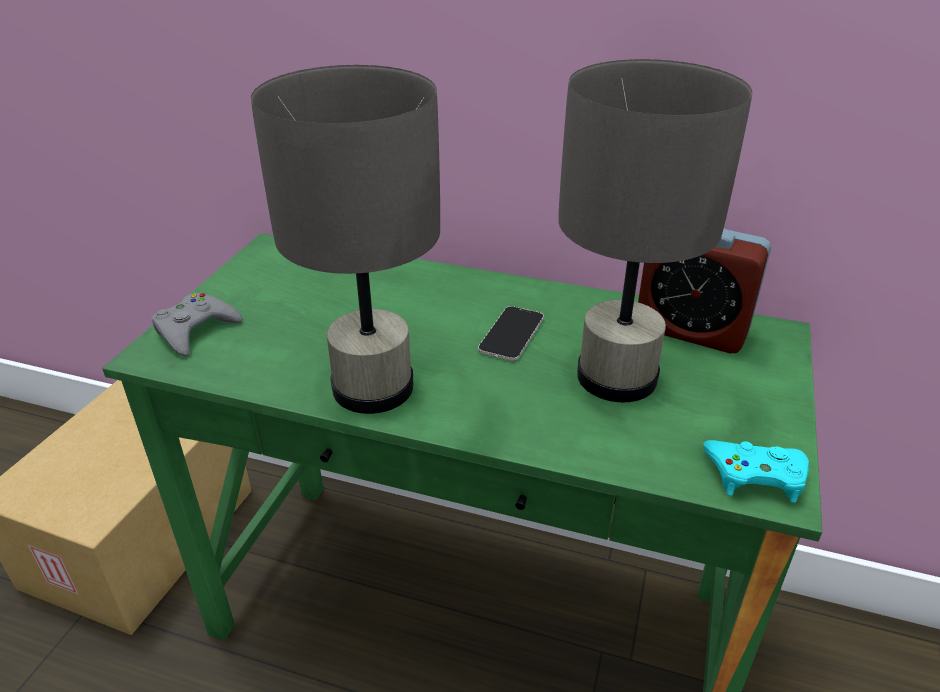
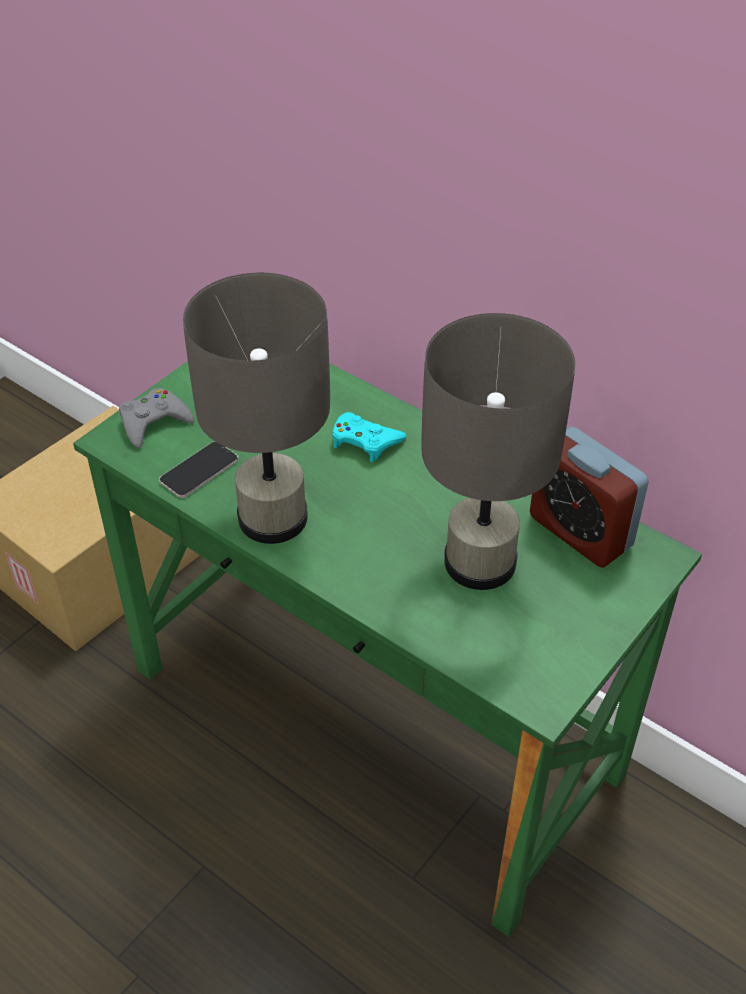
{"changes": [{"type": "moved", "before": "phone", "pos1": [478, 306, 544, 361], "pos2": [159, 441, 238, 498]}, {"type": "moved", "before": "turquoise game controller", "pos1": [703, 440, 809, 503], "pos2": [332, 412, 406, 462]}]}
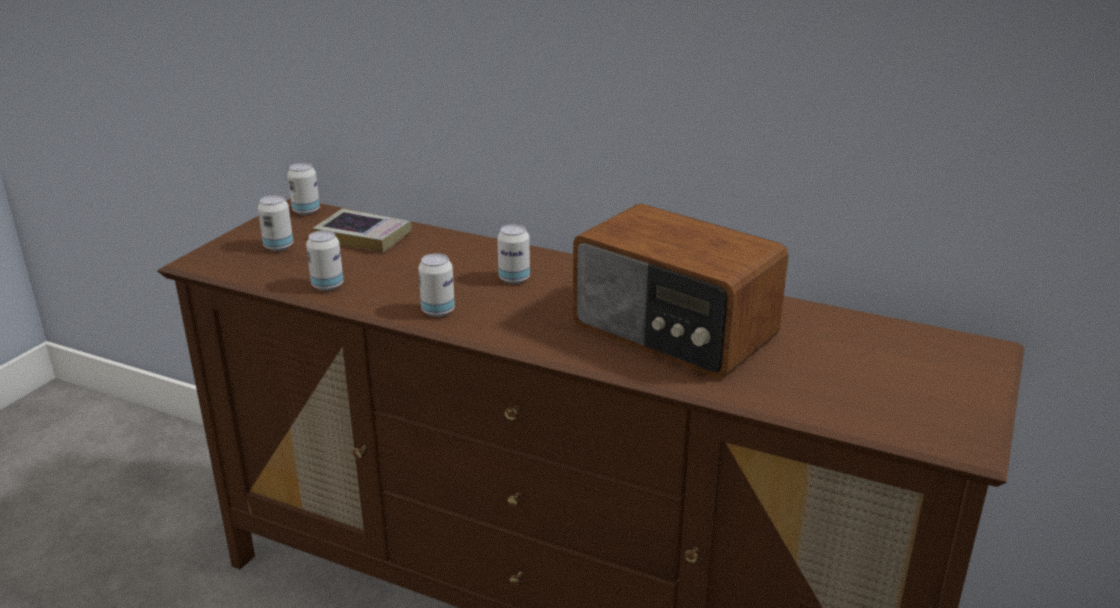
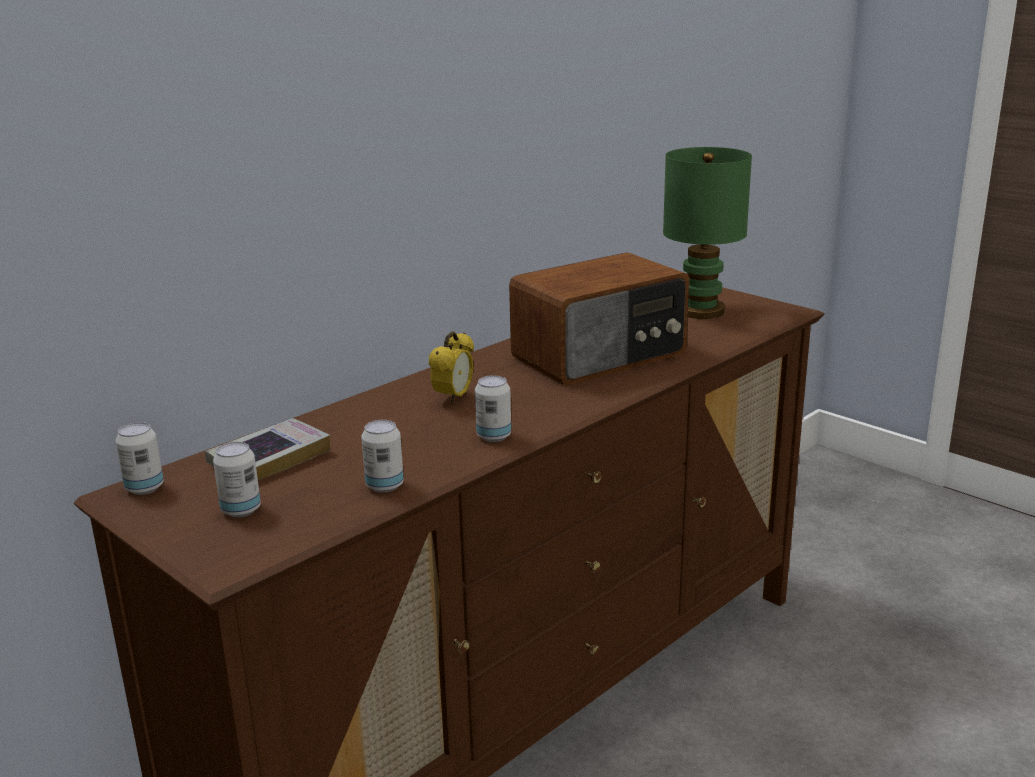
{"changes": [{"type": "replaced", "before": "can", "after": "alarm clock", "pos1": [497, 224, 530, 284], "pos2": [429, 331, 474, 405]}, {"type": "added", "after": "green table lamp", "pos2": [663, 147, 752, 319]}]}
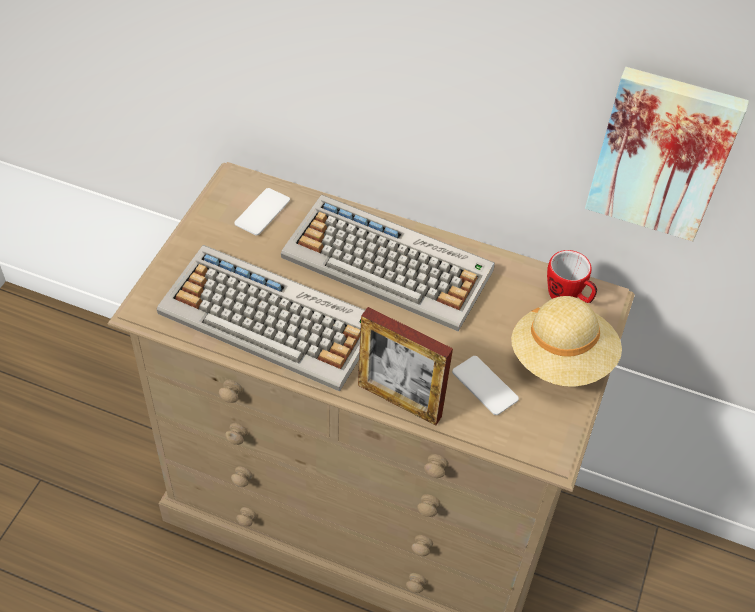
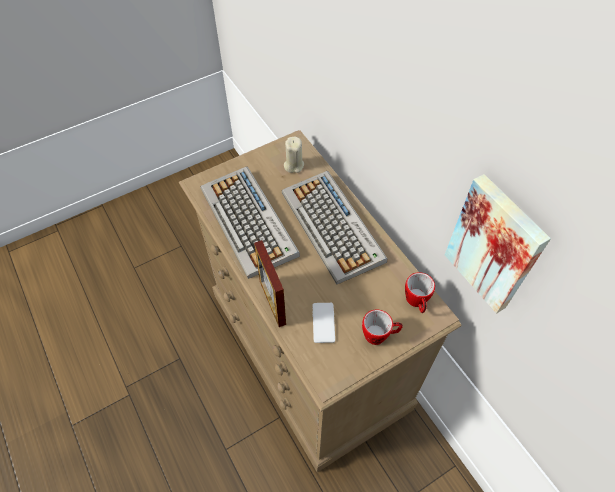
{"changes": [{"type": "replaced", "before": "phone", "after": "beige candle", "pos1": [235, 188, 290, 235], "pos2": [284, 137, 304, 173]}, {"type": "replaced", "before": "beige hat", "after": "mug", "pos1": [511, 296, 622, 387], "pos2": [362, 309, 403, 345]}]}
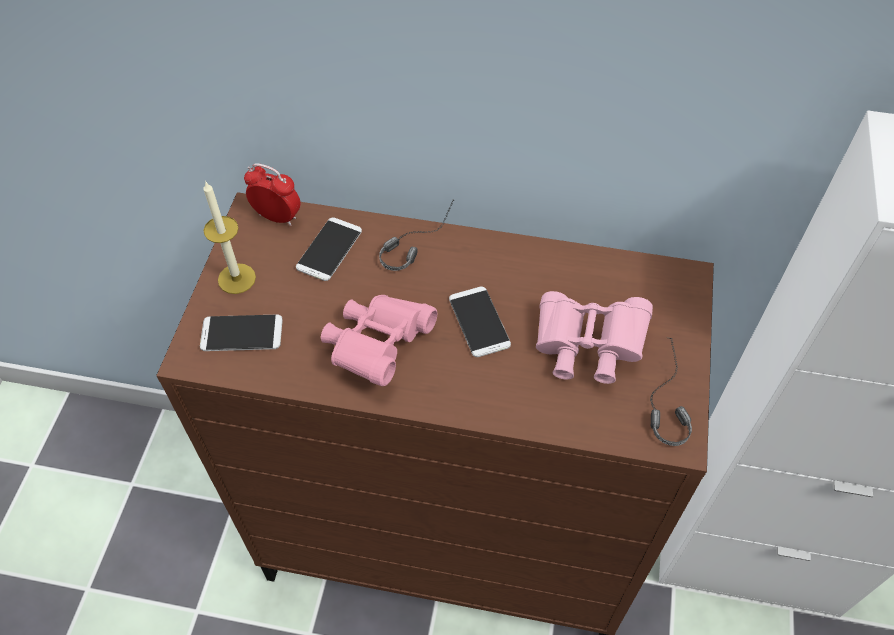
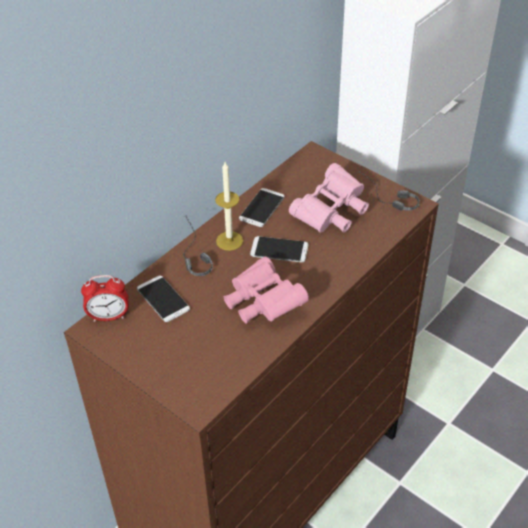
{"changes": [{"type": "turned", "before": "alarm clock", "pos1": [244, 163, 301, 226], "pos2": [81, 275, 129, 322], "turn": -150}, {"type": "moved", "before": "candle", "pos1": [203, 181, 256, 294], "pos2": [215, 162, 243, 251]}, {"type": "moved", "before": "phone", "pos1": [200, 314, 283, 351], "pos2": [239, 188, 285, 227]}]}
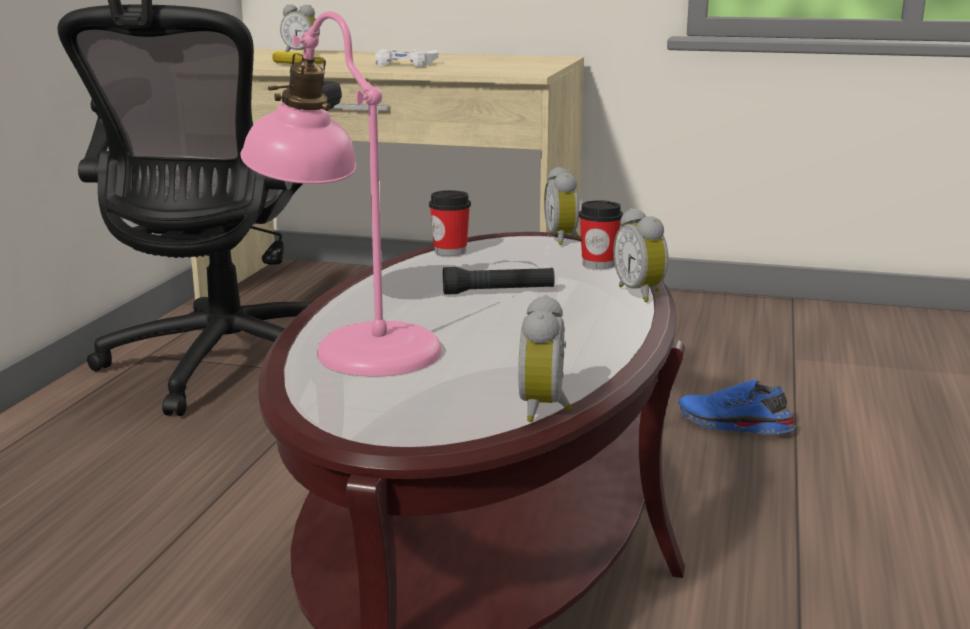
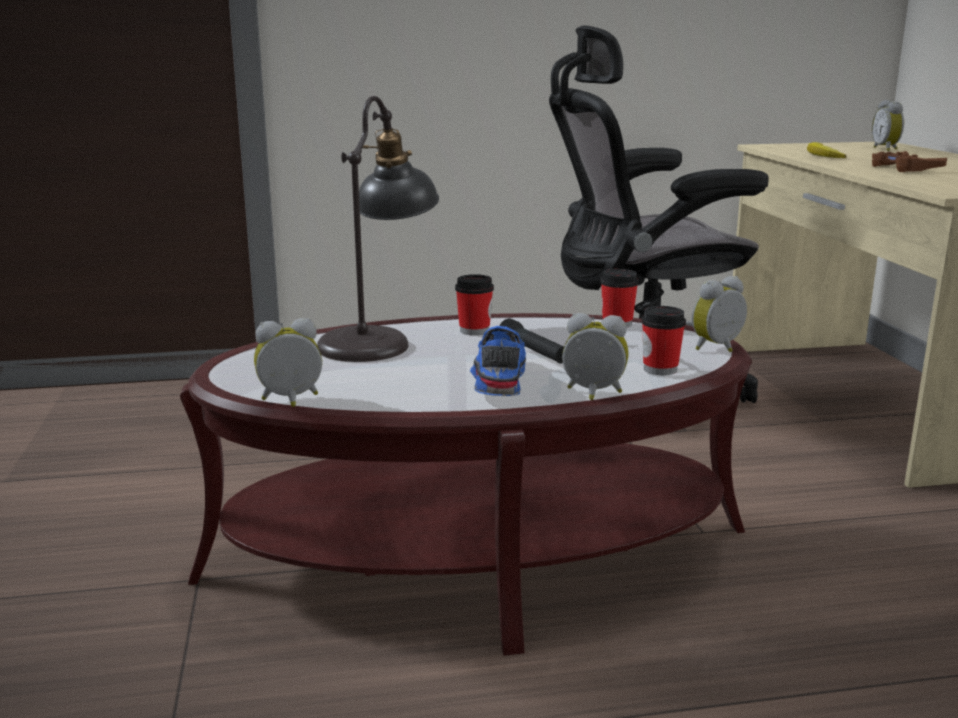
{"changes": [{"type": "recoloured", "before": "pink table lamp", "after": "grey table lamp", "pos1": [241, 11, 442, 376], "pos2": [317, 96, 439, 362]}, {"type": "recoloured", "before": "white game controller", "after": "brown game controller", "pos1": [375, 49, 439, 67], "pos2": [872, 151, 947, 172]}, {"type": "turned", "before": "alarm clock", "pos1": [613, 208, 668, 302], "pos2": [562, 313, 629, 400], "turn": 60}, {"type": "moved", "before": "blue shoe", "pos1": [679, 379, 795, 434], "pos2": [470, 326, 526, 396]}, {"type": "added", "after": "cup", "pos2": [455, 274, 494, 335]}]}
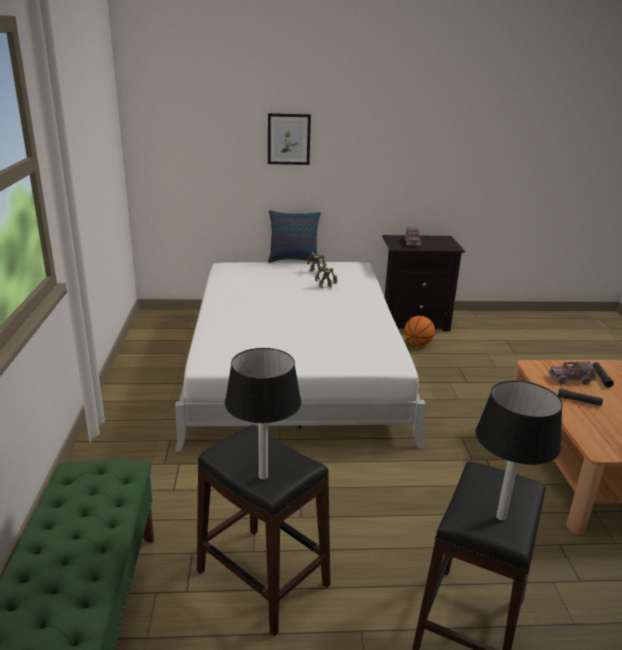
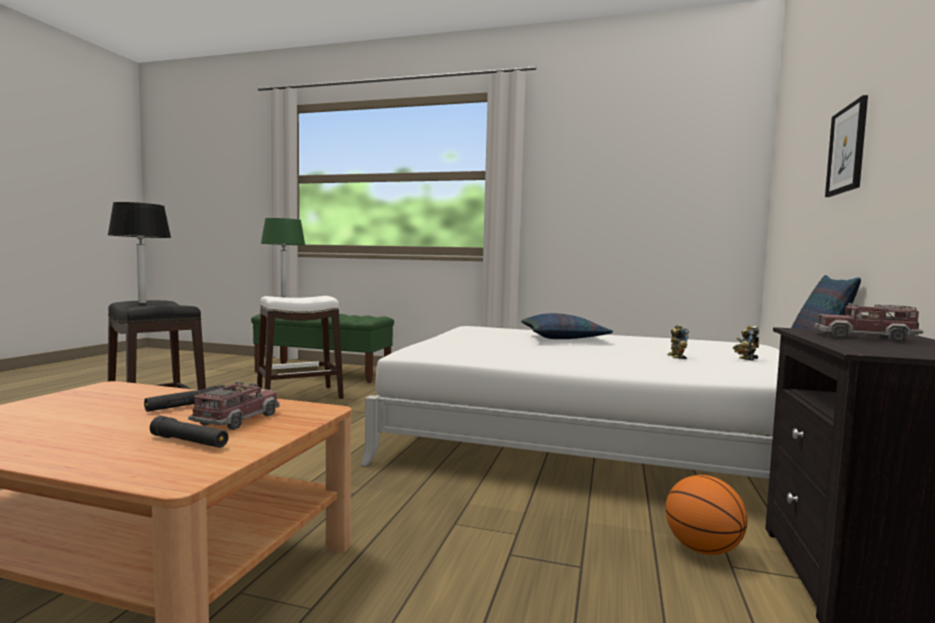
{"changes": [{"type": "recoloured", "before": "black table lamp", "after": "green table lamp", "pos1": [225, 348, 301, 480], "pos2": [261, 218, 305, 297]}, {"type": "recoloured", "before": "black stool", "after": "white stool", "pos1": [197, 425, 330, 636], "pos2": [257, 296, 344, 399]}, {"type": "added", "after": "blue pillow", "pos2": [521, 313, 613, 339]}]}
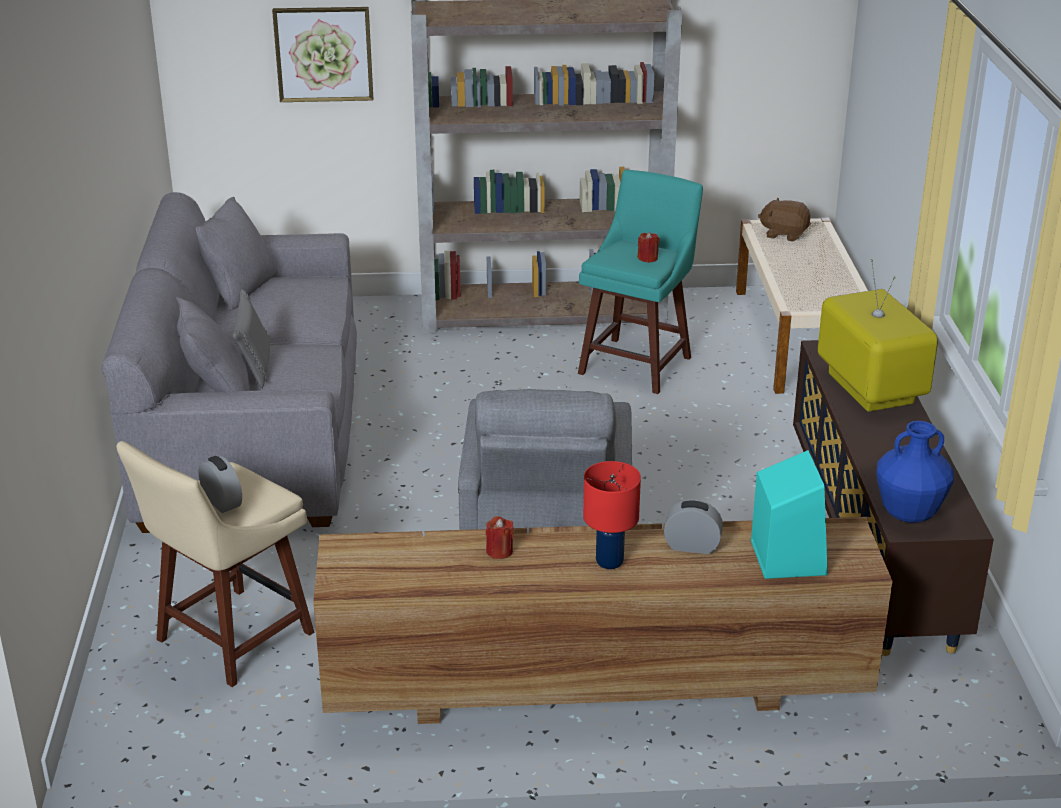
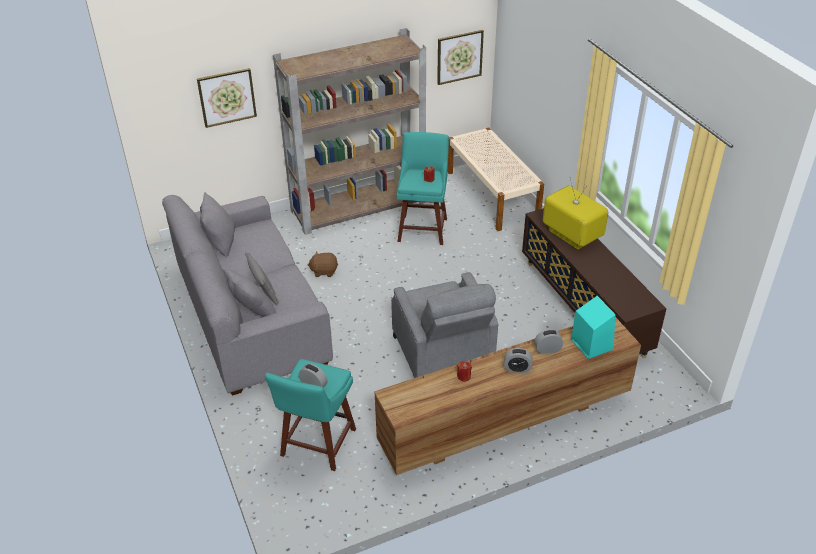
{"changes": [{"type": "moved", "before": "brown plush toy", "pos1": [758, 198, 811, 242], "pos2": [308, 252, 338, 277]}, {"type": "removed", "before": "blue vase", "pos1": [876, 421, 954, 523]}, {"type": "recoloured", "before": "beige stool", "after": "turquoise stool", "pos1": [117, 441, 314, 687], "pos2": [265, 359, 356, 471]}, {"type": "replaced", "before": "red table lamp", "after": "alarm clock", "pos1": [583, 461, 641, 569], "pos2": [504, 348, 532, 373]}, {"type": "added", "after": "picture", "pos2": [437, 30, 484, 85]}]}
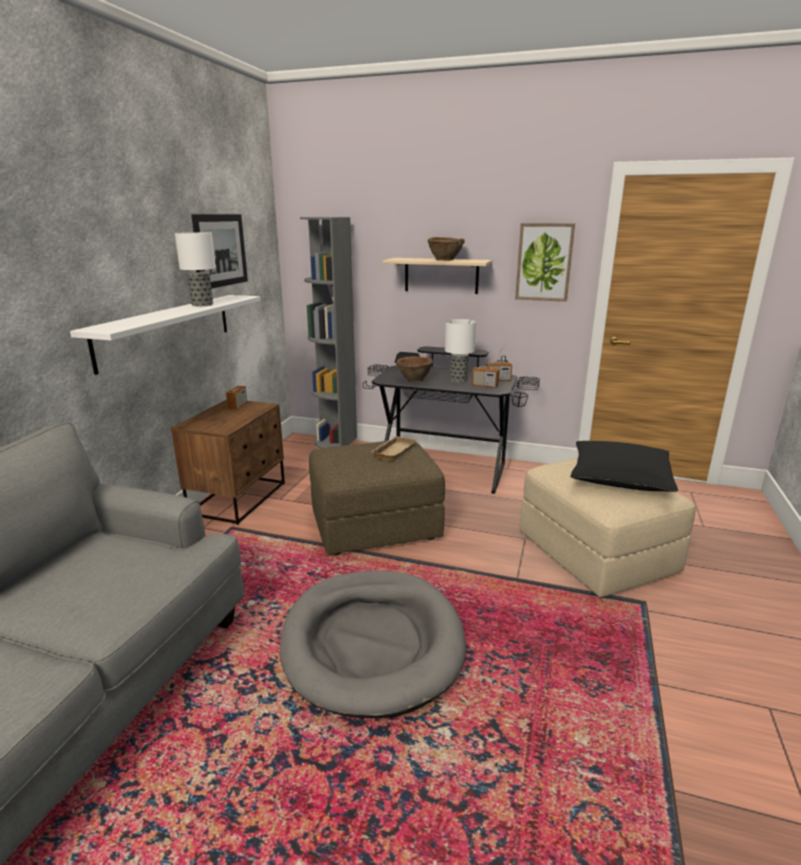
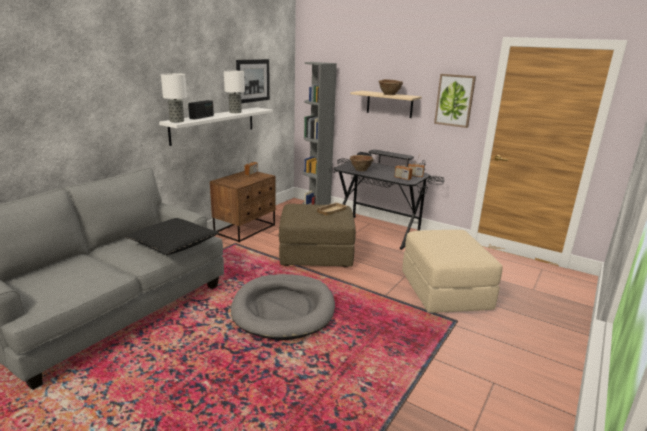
{"changes": [{"type": "moved", "before": "table lamp", "pos1": [445, 319, 476, 383], "pos2": [161, 73, 187, 123]}, {"type": "moved", "before": "black pillow", "pos1": [570, 441, 678, 492], "pos2": [125, 218, 219, 255]}, {"type": "added", "after": "radio", "pos2": [188, 100, 214, 120]}]}
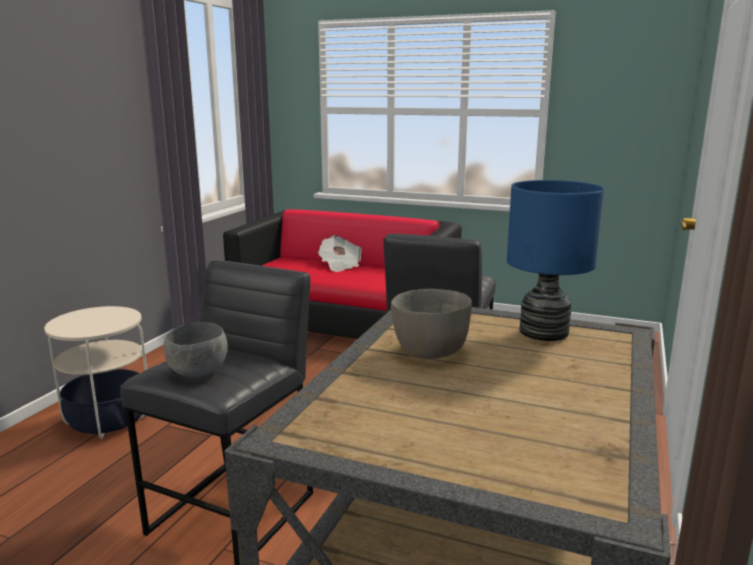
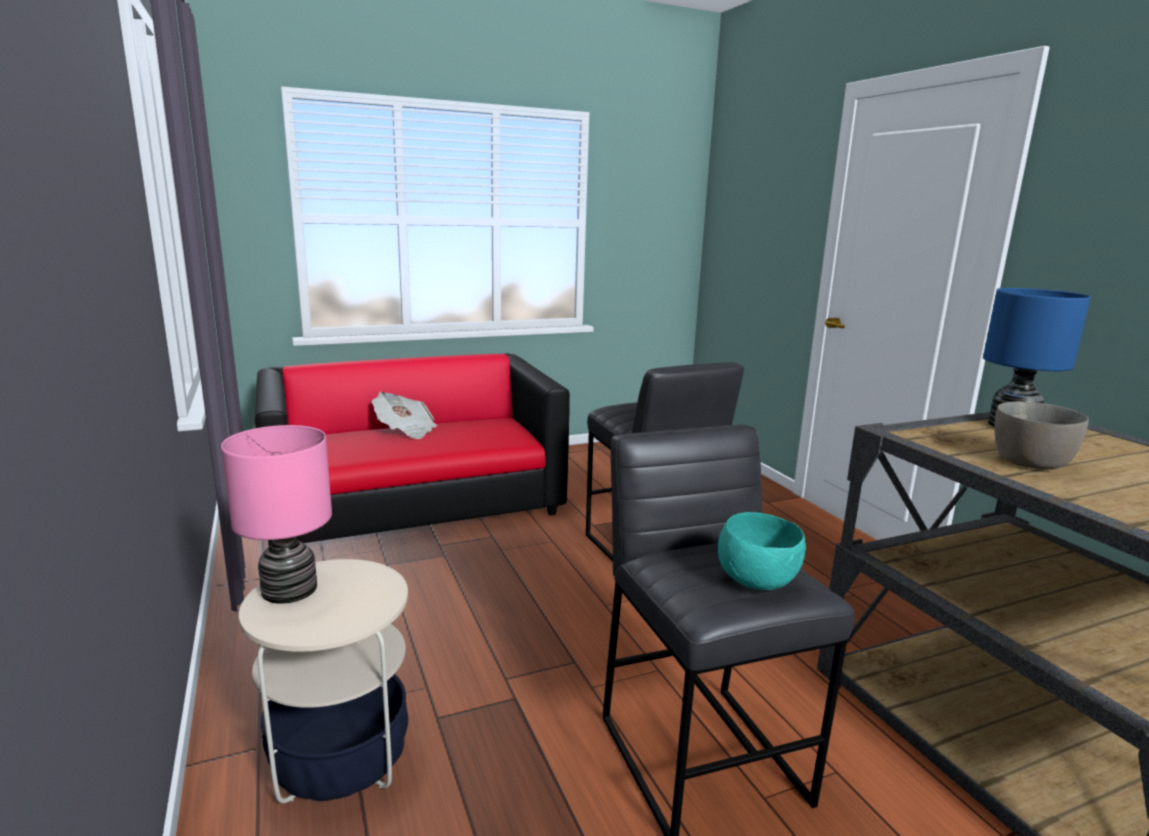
{"changes": [{"type": "recoloured", "before": "grey bowl", "after": "turquoise bowl", "pos1": [164, 322, 228, 377], "pos2": [718, 512, 806, 590]}, {"type": "added", "after": "pink table lamp", "pos2": [221, 425, 332, 604]}]}
